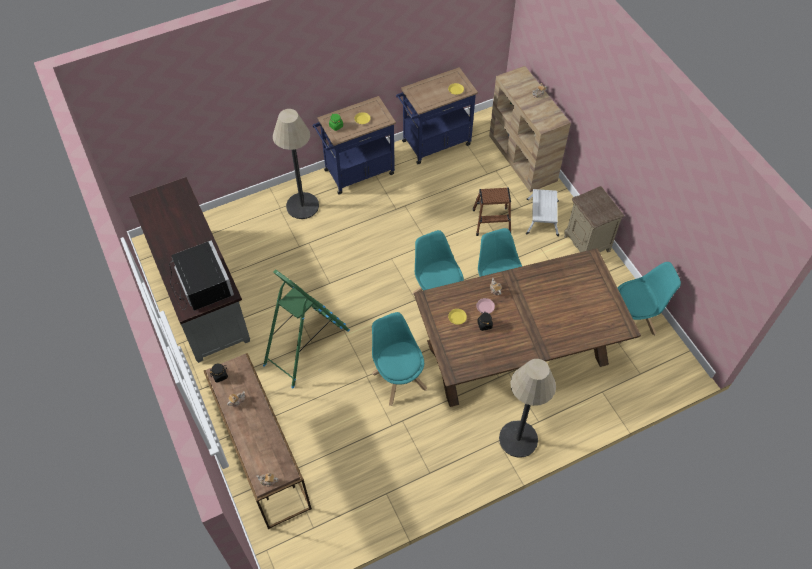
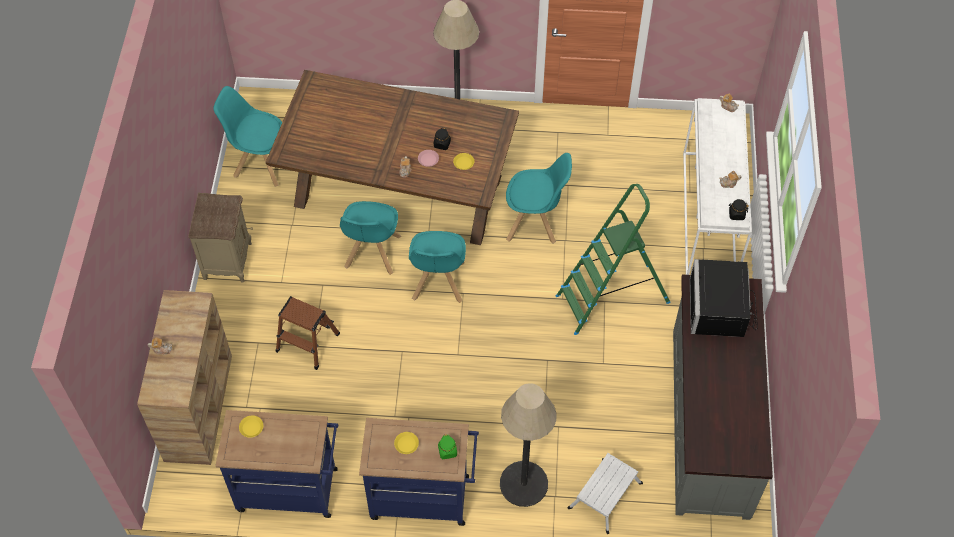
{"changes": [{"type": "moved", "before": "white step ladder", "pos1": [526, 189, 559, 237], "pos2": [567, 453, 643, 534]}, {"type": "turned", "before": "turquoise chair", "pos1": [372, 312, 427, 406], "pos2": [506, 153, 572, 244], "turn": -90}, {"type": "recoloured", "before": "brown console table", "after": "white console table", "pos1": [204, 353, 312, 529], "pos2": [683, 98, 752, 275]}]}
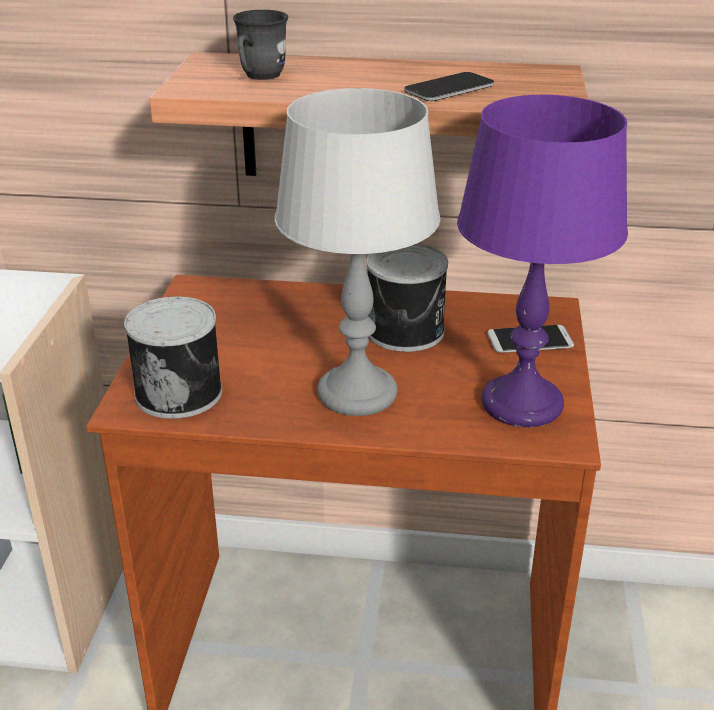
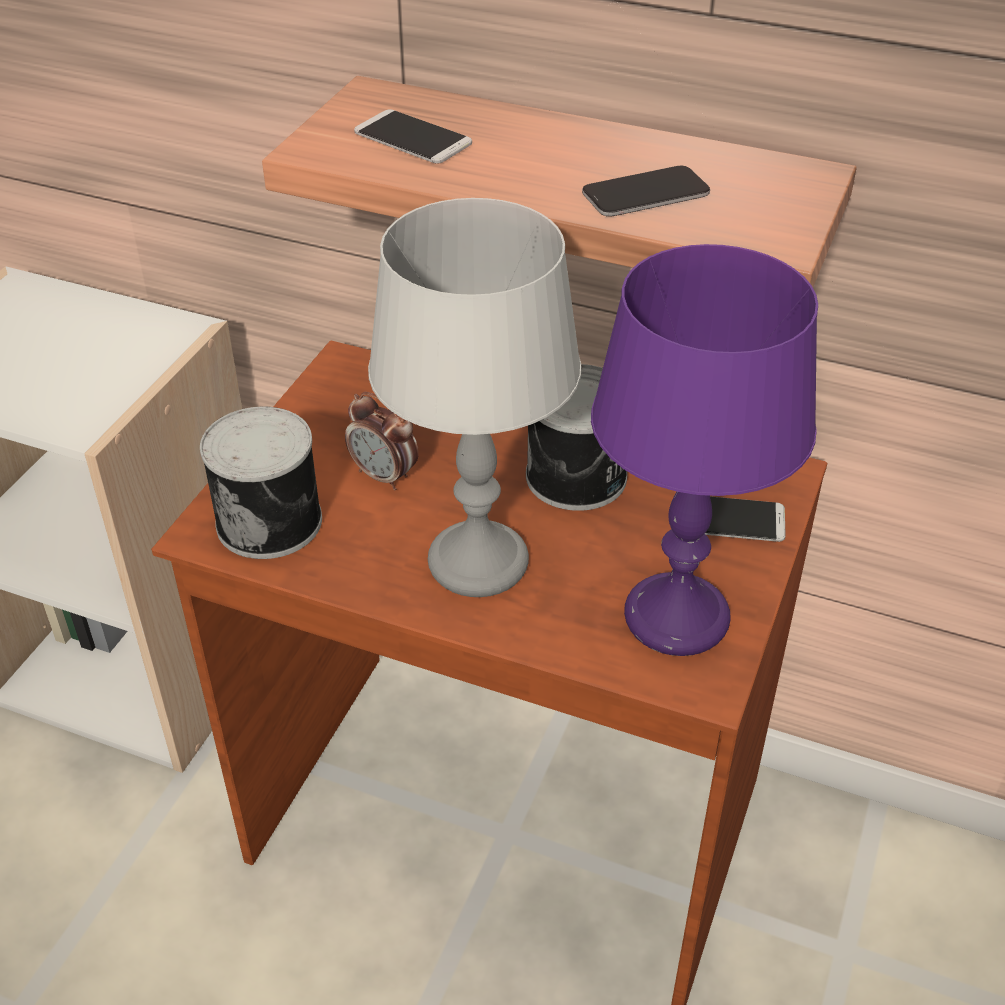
{"changes": [{"type": "replaced", "before": "grey mug", "after": "phone", "pos1": [233, 10, 288, 80], "pos2": [354, 109, 472, 164]}, {"type": "added", "after": "alarm clock", "pos2": [345, 392, 419, 490]}]}
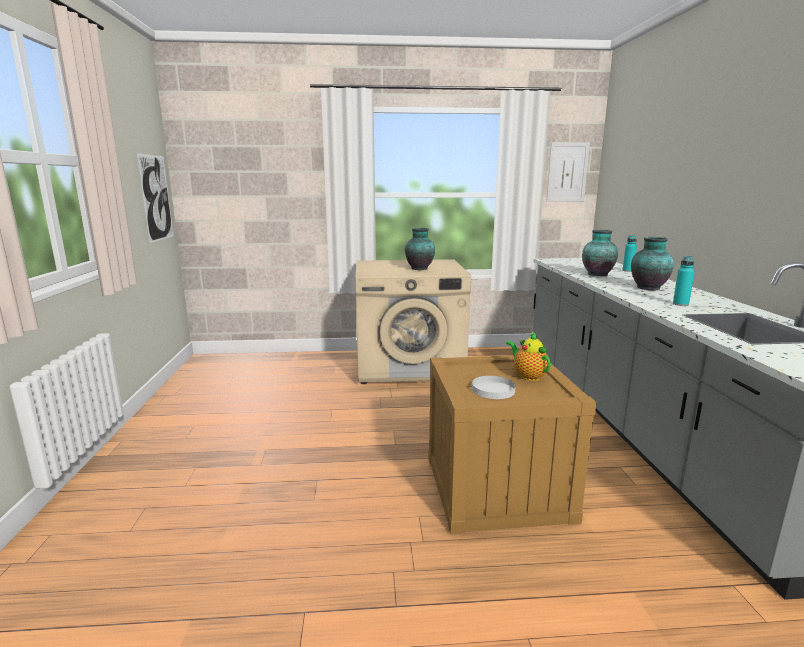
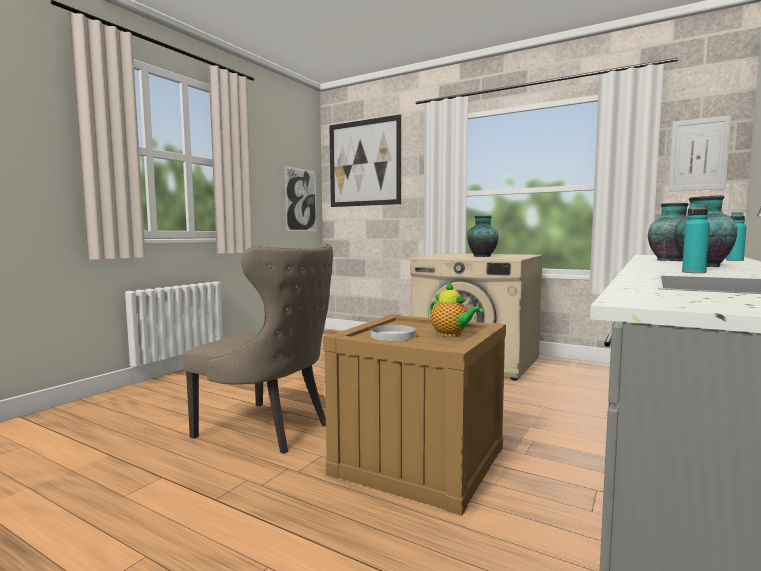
{"changes": [{"type": "turned", "before": "teapot", "pos1": [506, 332, 551, 381], "pos2": [430, 282, 483, 337], "turn": 135}, {"type": "added", "after": "picture", "pos2": [329, 114, 401, 207]}, {"type": "added", "after": "beige chair", "pos2": [183, 244, 333, 454]}]}
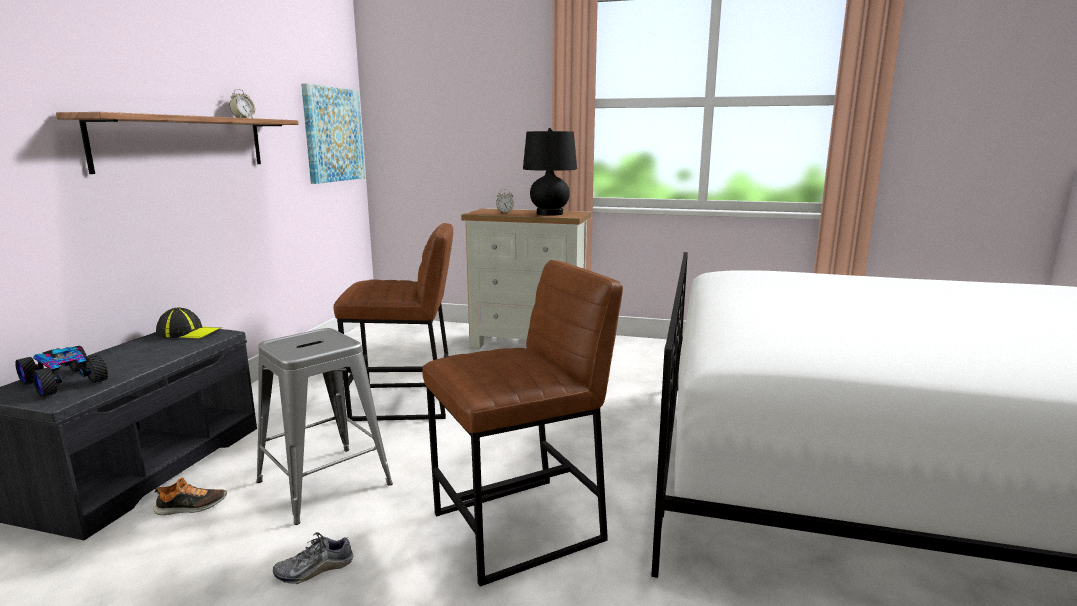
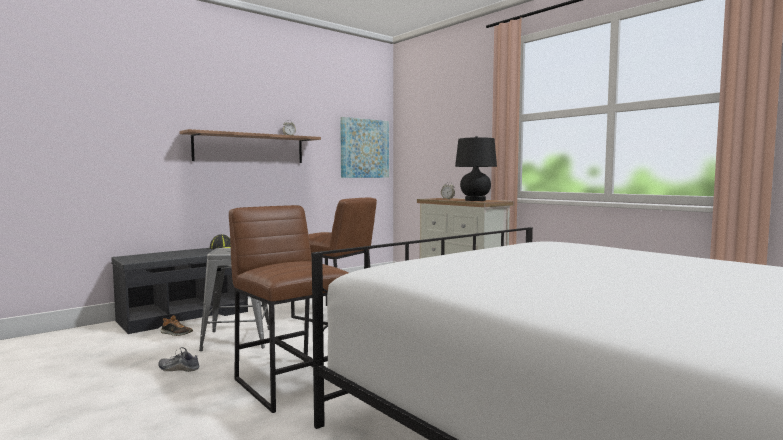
{"changes": [{"type": "turned", "before": "brown chair", "pos1": [422, 260, 623, 587], "pos2": [229, 205, 348, 413], "turn": -135}, {"type": "removed", "before": "toy car", "pos1": [15, 346, 108, 397]}]}
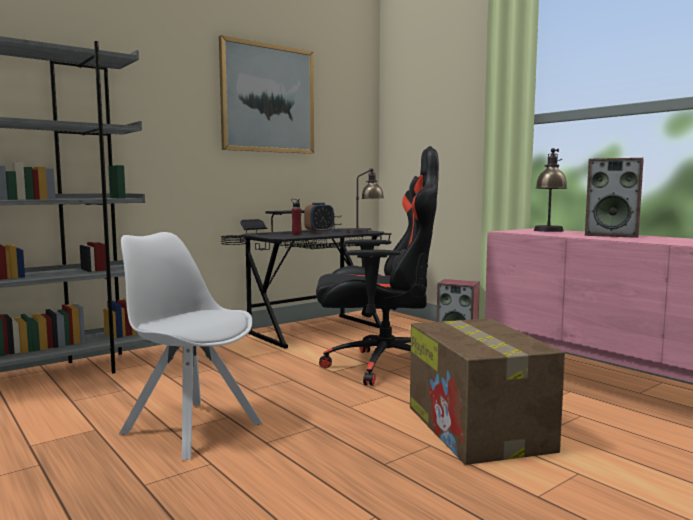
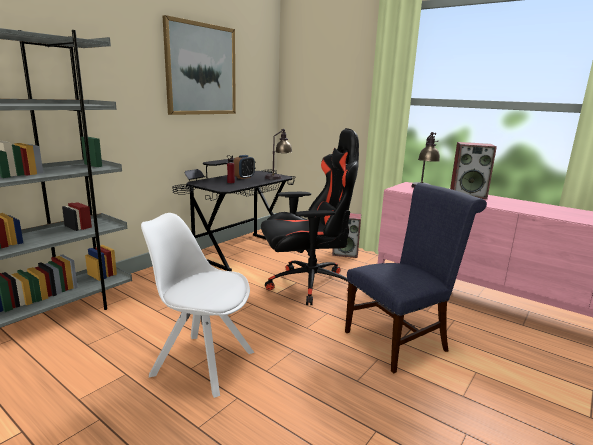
{"changes": [{"type": "replaced", "before": "cardboard box", "after": "blue chair", "pos1": [410, 319, 565, 465], "pos2": [345, 183, 487, 373]}]}
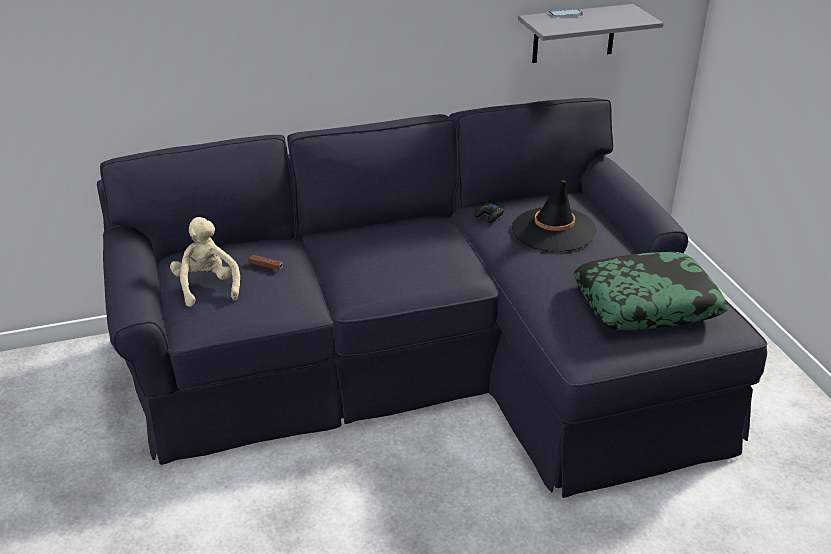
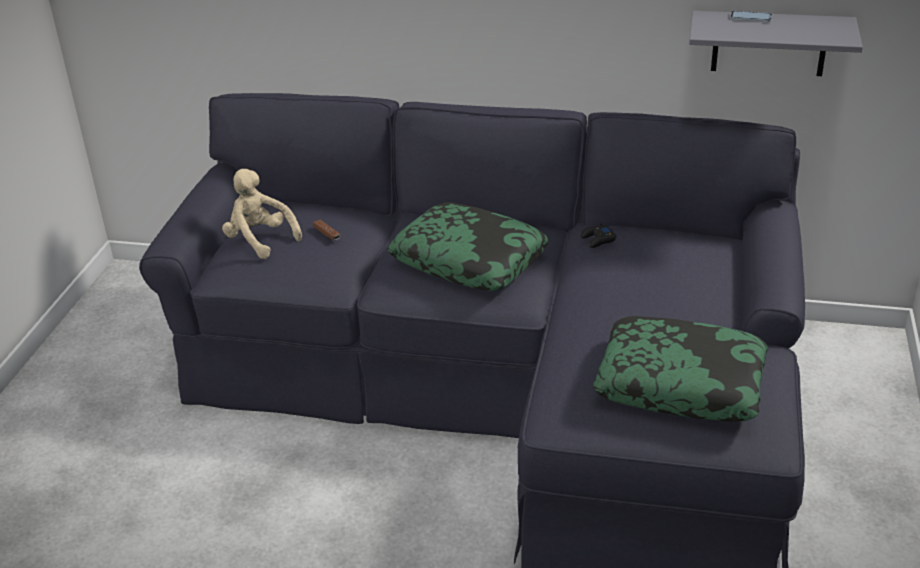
{"changes": [{"type": "removed", "before": "black hat", "pos1": [512, 180, 597, 252]}, {"type": "turned", "before": "beige plush toy", "pos1": [170, 217, 240, 307], "pos2": [222, 169, 302, 259], "turn": -60}, {"type": "added", "after": "pillow", "pos2": [387, 202, 549, 291]}]}
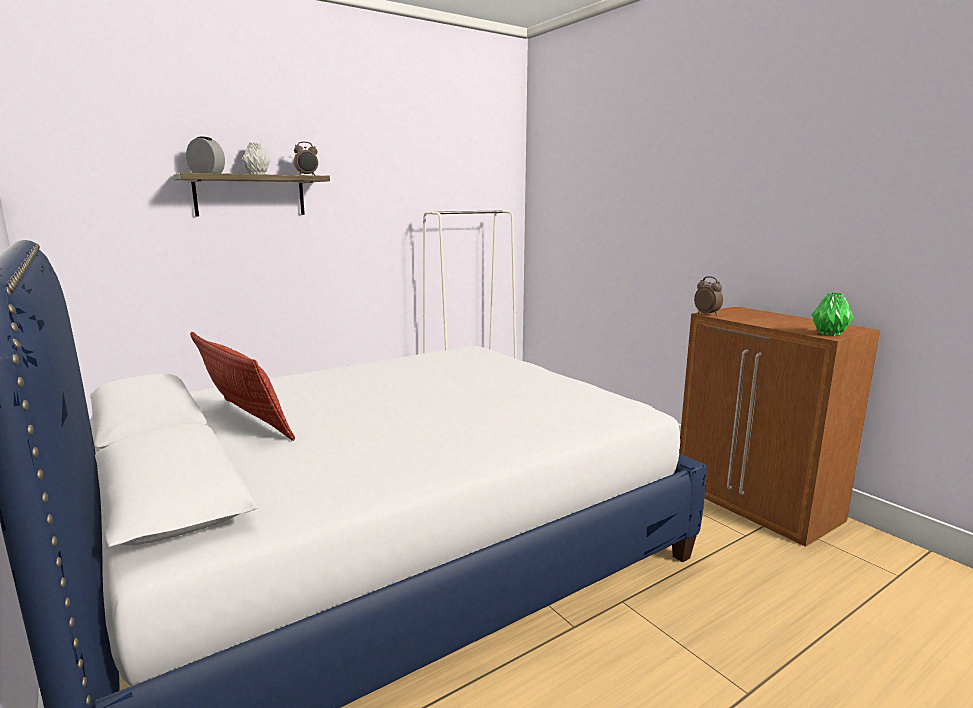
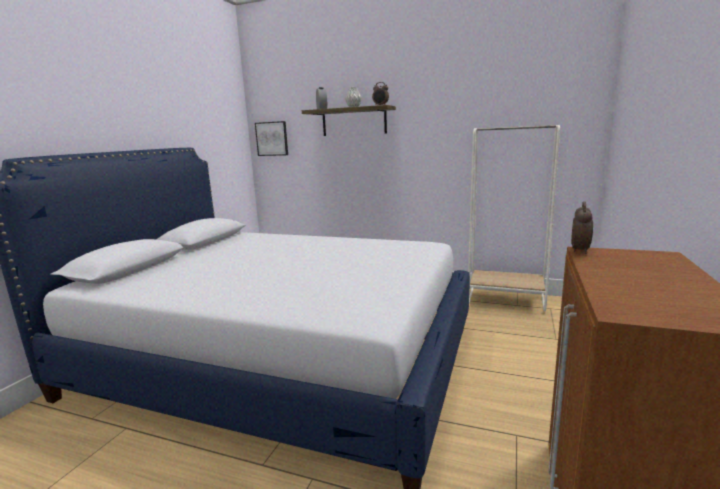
{"changes": [{"type": "removed", "before": "green vase", "pos1": [811, 293, 853, 336]}, {"type": "removed", "before": "pillow", "pos1": [190, 332, 295, 441]}, {"type": "added", "after": "picture", "pos2": [255, 121, 288, 156]}]}
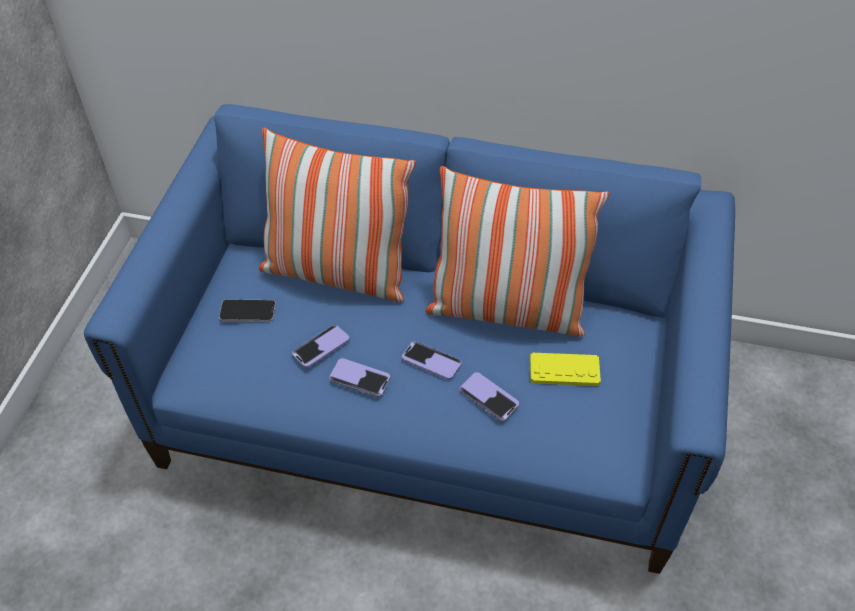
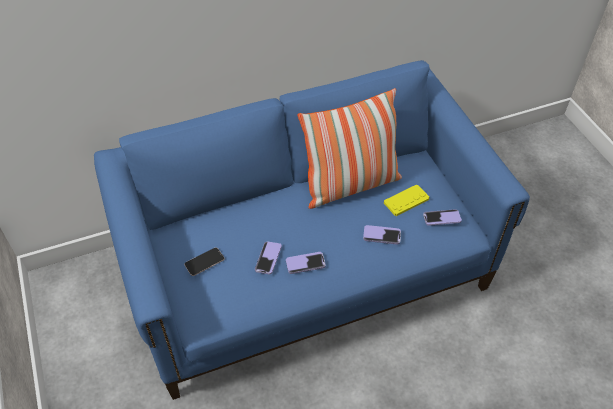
{"changes": [{"type": "removed", "before": "pillow", "pos1": [259, 128, 416, 302]}, {"type": "moved", "before": "phone", "pos1": [402, 341, 462, 380], "pos2": [423, 209, 462, 226]}]}
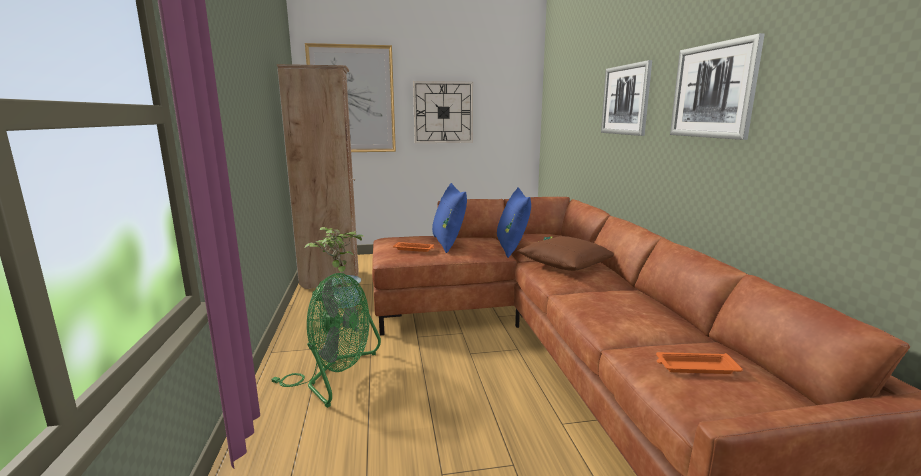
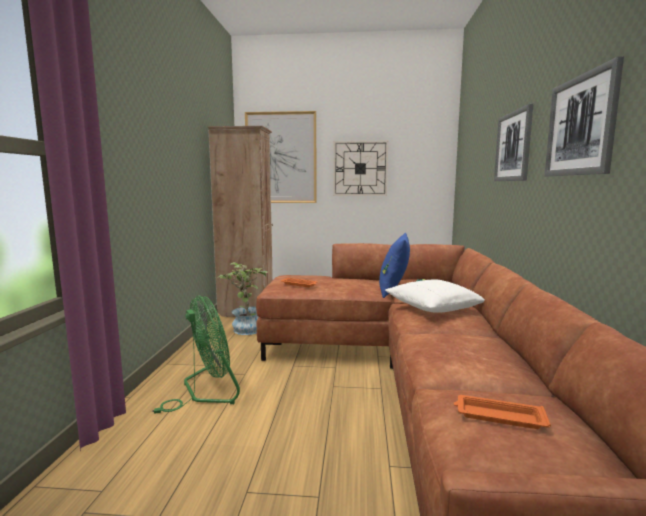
{"changes": [{"type": "removed", "before": "blue pillow", "pos1": [432, 183, 467, 253]}, {"type": "recoloured", "before": "brown pillow", "after": "white pillow", "pos1": [517, 236, 614, 271], "pos2": [385, 279, 485, 313]}, {"type": "turned", "before": "green fan", "pos1": [271, 273, 381, 408], "pos2": [152, 295, 240, 414], "turn": -60}]}
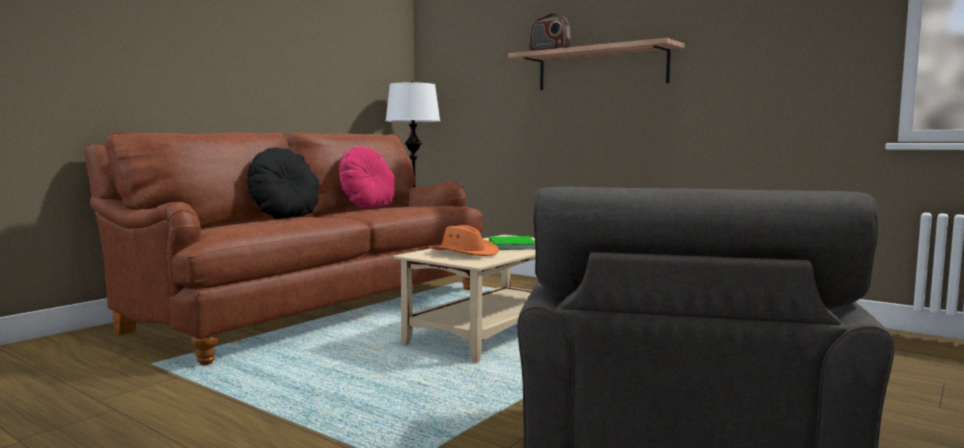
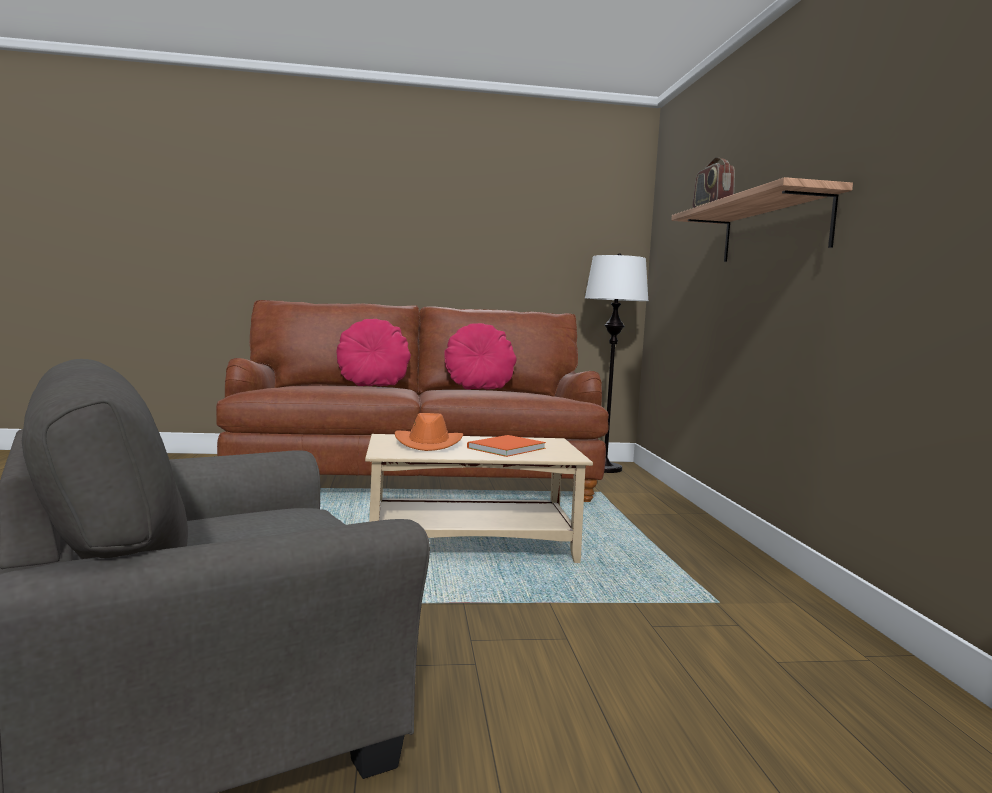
{"changes": [{"type": "recoloured", "before": "black pillow", "after": "pink pillow", "pos1": [247, 147, 319, 219], "pos2": [336, 319, 411, 386]}, {"type": "recoloured", "before": "green book", "after": "orange book", "pos1": [489, 236, 535, 250], "pos2": [467, 435, 546, 457]}]}
